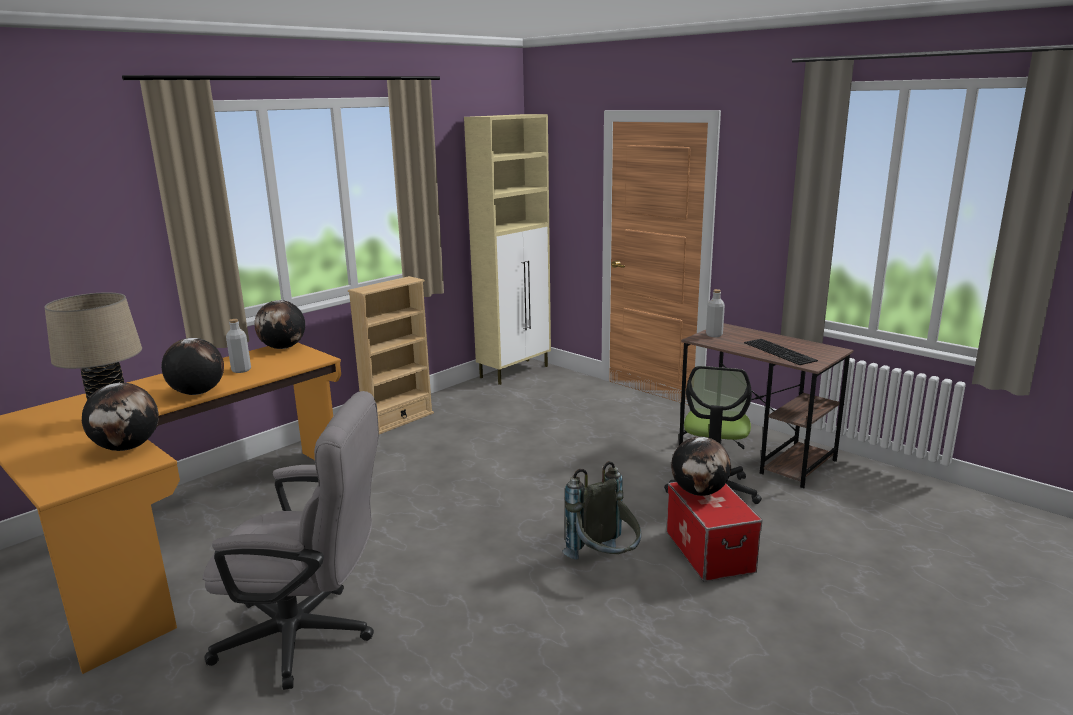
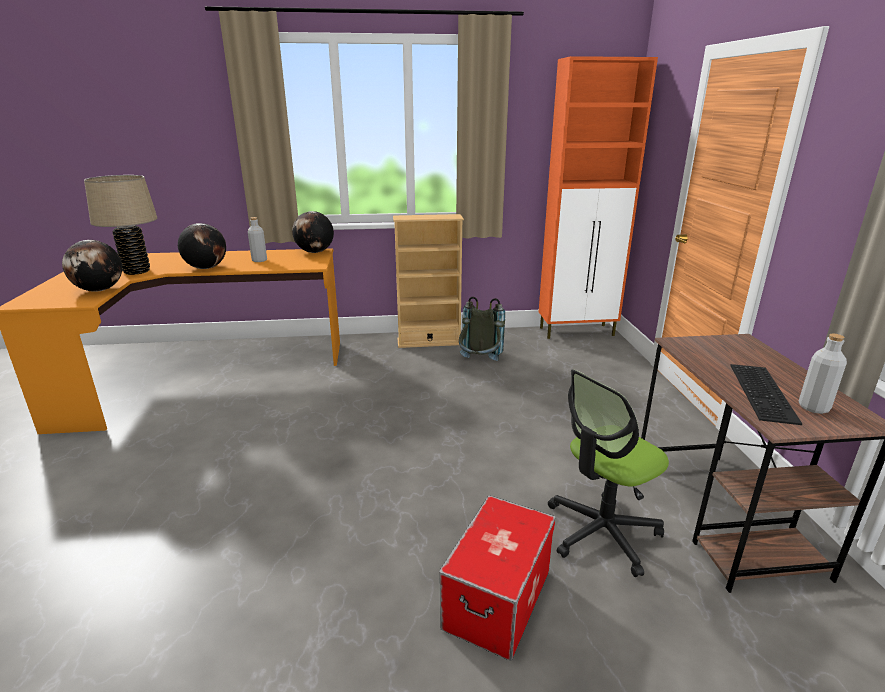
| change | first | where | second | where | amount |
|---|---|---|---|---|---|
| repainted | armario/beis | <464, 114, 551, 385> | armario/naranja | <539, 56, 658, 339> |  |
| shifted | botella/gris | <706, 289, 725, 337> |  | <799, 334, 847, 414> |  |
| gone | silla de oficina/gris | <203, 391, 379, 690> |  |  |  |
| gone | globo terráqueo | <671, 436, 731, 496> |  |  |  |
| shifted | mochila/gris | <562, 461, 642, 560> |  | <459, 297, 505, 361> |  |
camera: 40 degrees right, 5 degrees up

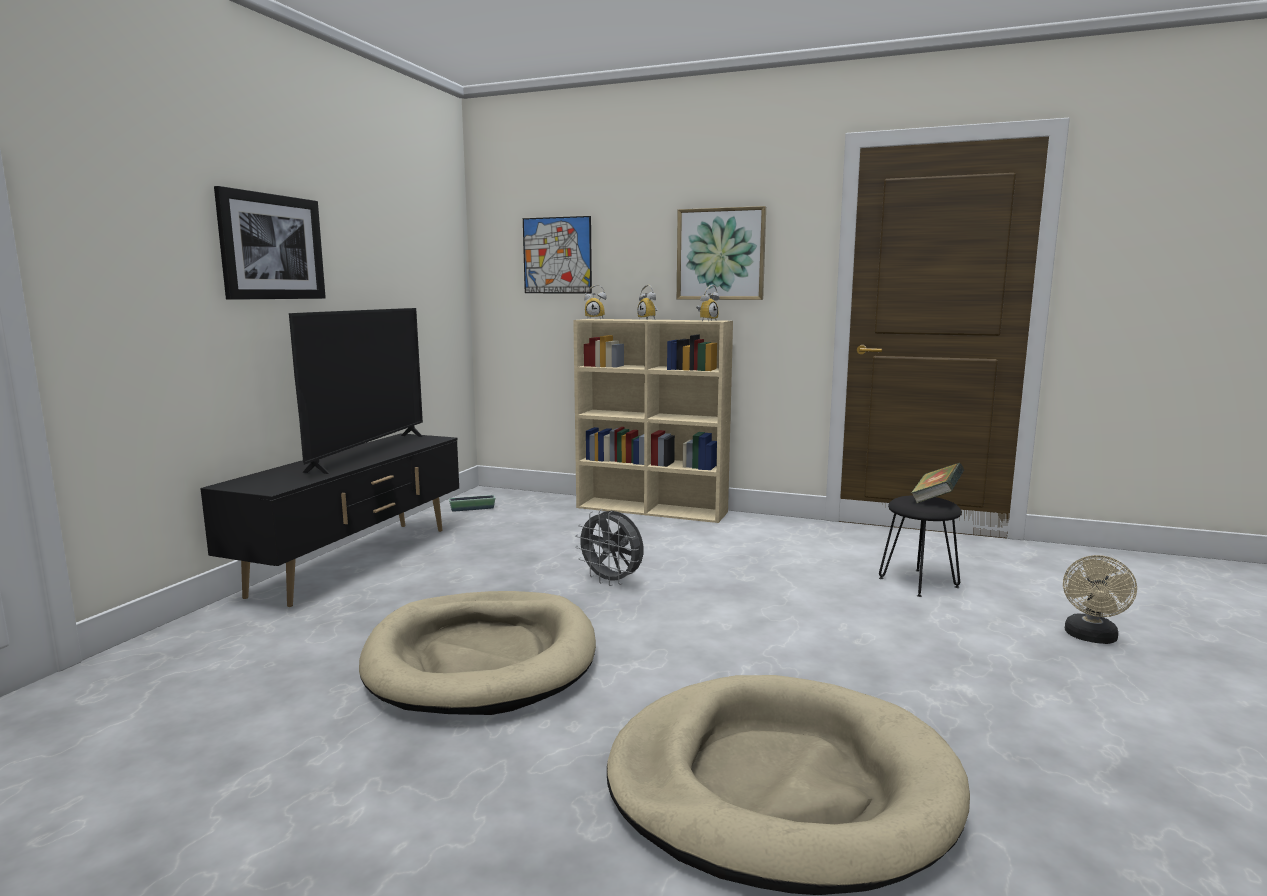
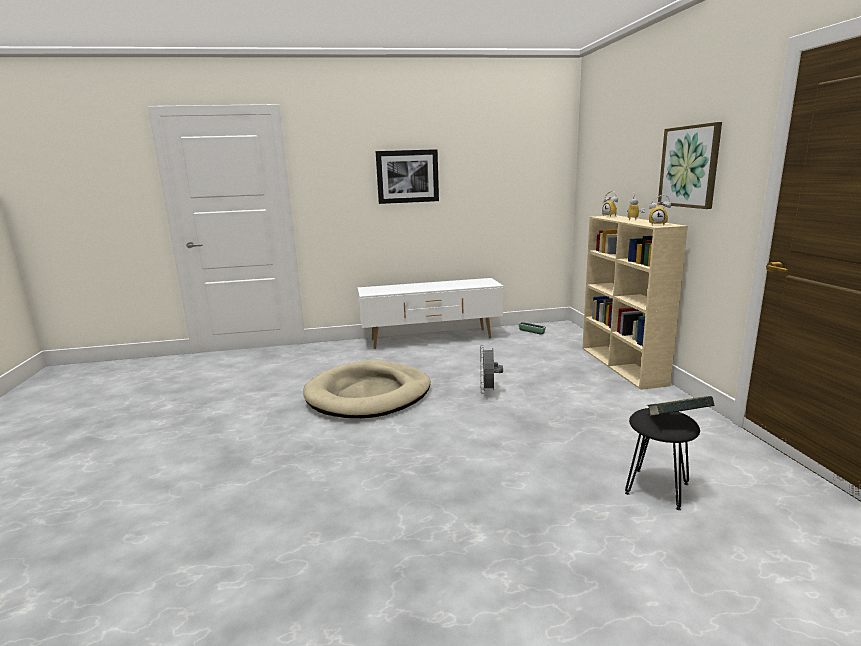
| change | first | where | second | where | amount |
|---|---|---|---|---|---|
| gone | cuadro | <523, 216, 592, 293> |  |  |  |
| gone | televisor | <289, 308, 423, 474> |  |  |  |
| repainted | mueble de televisión/negro | <200, 433, 459, 607> | mueble de televisión/blanco | <357, 278, 504, 349> |  |
| gone | ventilador/beis | <1063, 555, 1137, 644> |  |  |  |
| gone | cama para perro/beis | <607, 675, 970, 895> |  |  |  |
camera: 60 degrees right, 5 degrees up

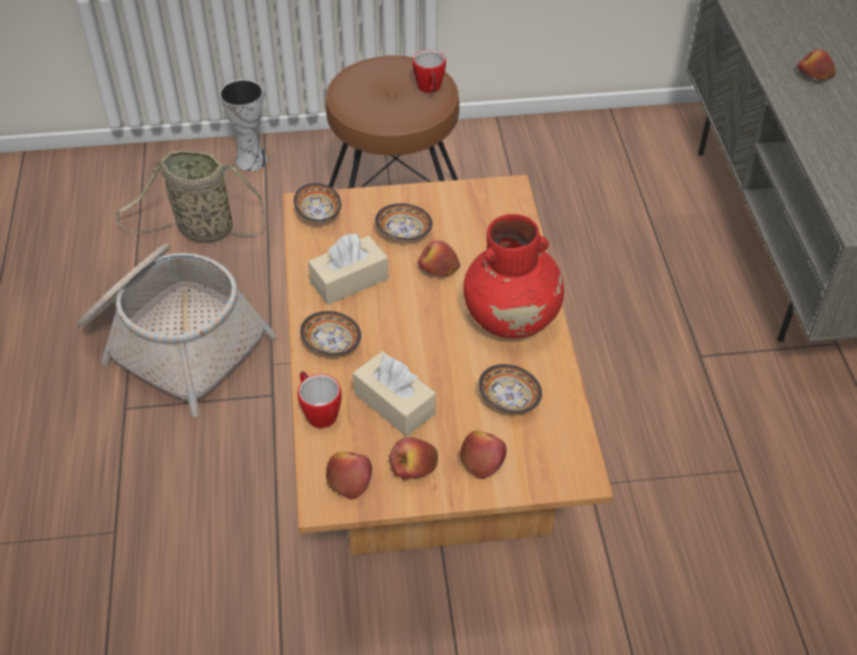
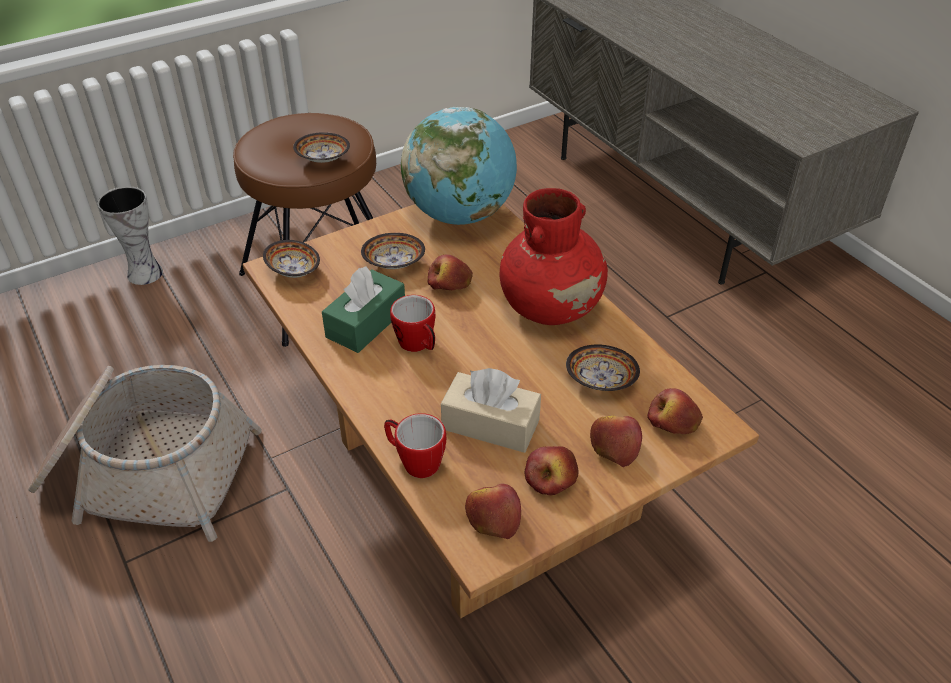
| change | first | where | second | where | amount |
|---|---|---|---|---|---|
| shifted | manzana | <798, 49, 835, 80> |  | <648, 388, 703, 434> |  |
| shifted | taza grande | <413, 50, 446, 93> |  | <390, 295, 435, 352> |  |
| gone | cesta | <115, 150, 266, 243> |  |  |  |
| repainted | caja de pañuelos/beis | <308, 233, 389, 305> | caja de pañuelos/verde | <322, 266, 405, 353> |  |
| shifted | cuenco | <300, 311, 361, 355> |  | <293, 132, 350, 163> |  |
| new |  |  | globo terráqueo | <401, 107, 517, 225> |  |
camera: 25 degrees left, 5 degrees down

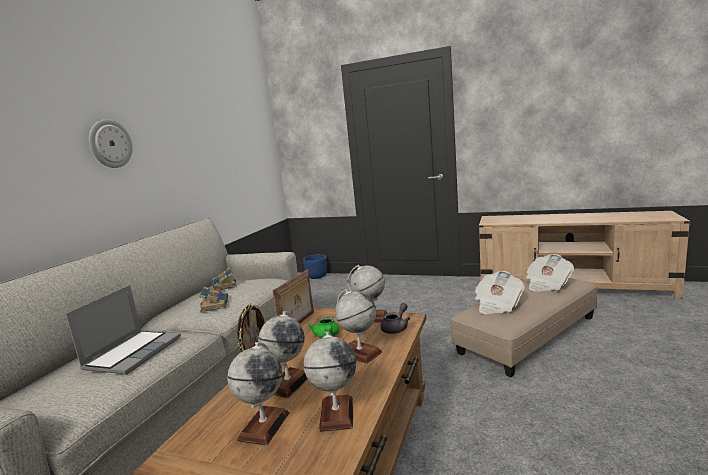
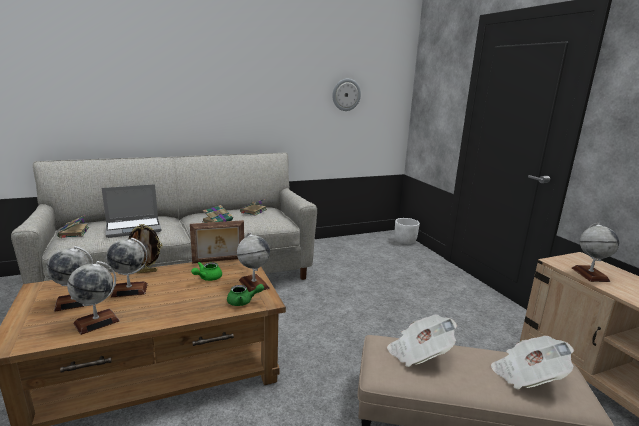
| change | first | where | second | where | amount |
|---|---|---|---|---|---|
| shifted | reloj de pared | <89, 119, 133, 168> |  | <332, 79, 361, 111> |  |
| repainted | maceta/azul | <303, 254, 327, 279> | maceta/blanco | <395, 218, 420, 244> |  |
| shifted | globo terráqueo | <335, 289, 382, 364> |  | <572, 223, 619, 282> |  |
| repainted | tetera/gris | <380, 303, 410, 334> | tetera/verde | <227, 284, 264, 306> |  |
| new |  |  | libro | <57, 215, 89, 238> |  |
camera: 45 degrees right, 5 degrees up

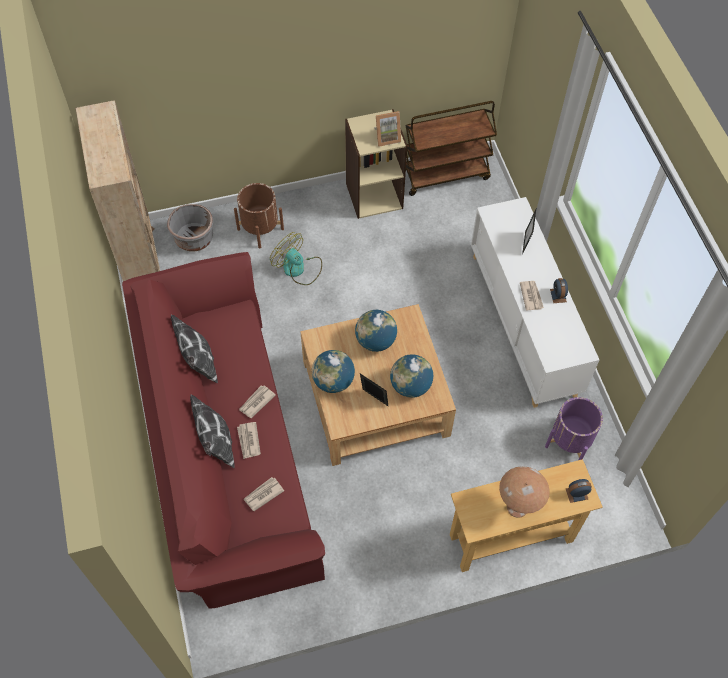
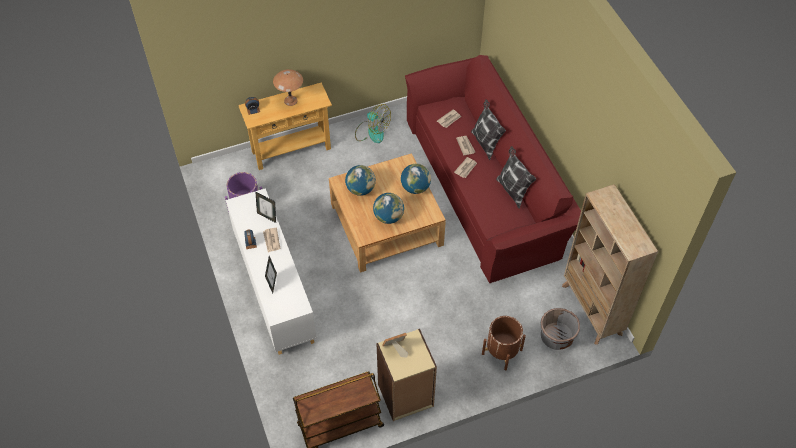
| change | first | where | second | where | amount |
|---|---|---|---|---|---|
| shifted | ventilador | <270, 232, 322, 285> |  | <355, 104, 391, 143> |  |
| shifted | portarretratos | <360, 374, 389, 407> |  | <255, 192, 276, 223> |  |
camera: 175 degrees right, 5 degrees down

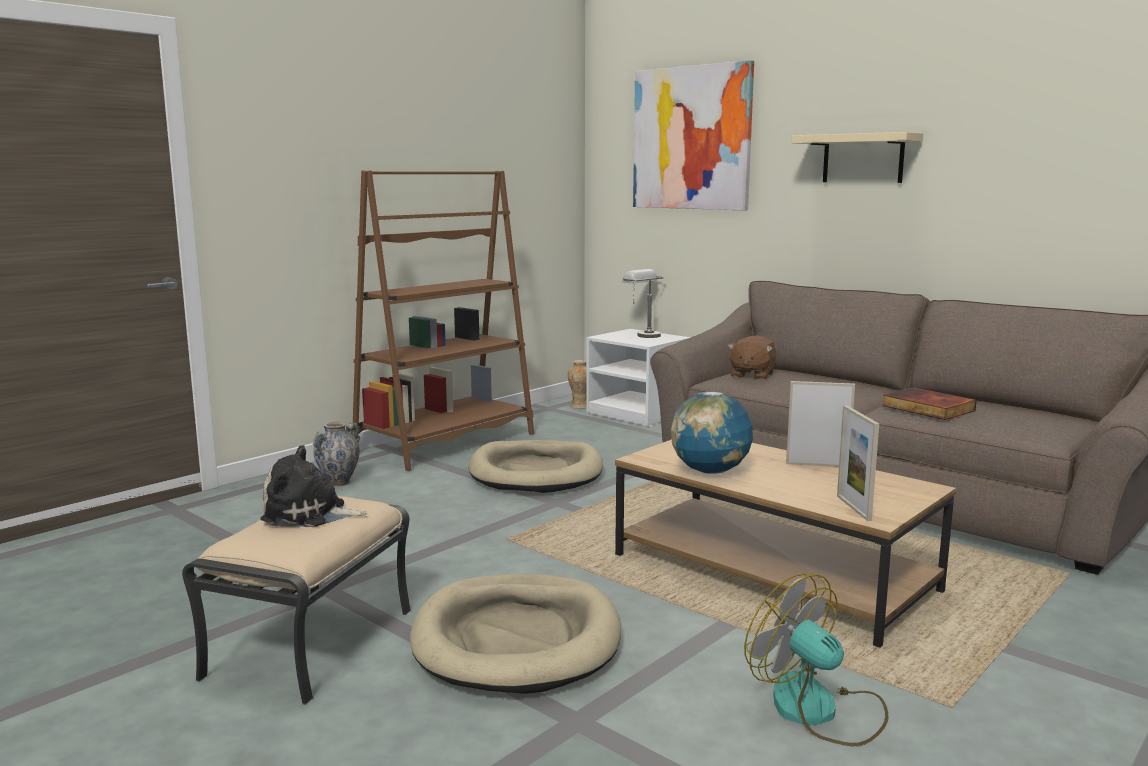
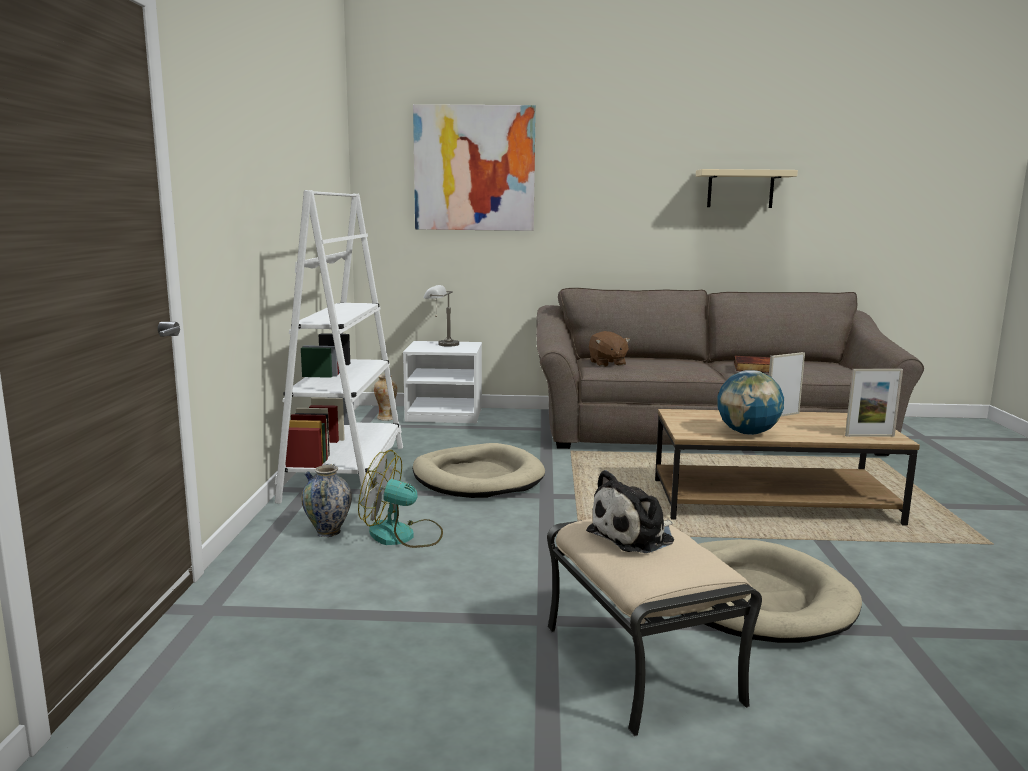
| change | first | where | second | where | amount |
|---|---|---|---|---|---|
| shifted | estante/beis | <792, 132, 923, 183> |  | <696, 169, 798, 208> |  |
| repainted | estantería/marrón | <351, 170, 534, 471> | estantería/blanco | <275, 190, 403, 504> |  |
| rotated | portarretratos | <837, 405, 879, 521> |  | <845, 369, 903, 437> | 45 degrees counterclockwise |
| shifted | ventilador | <744, 574, 888, 746> |  | <358, 450, 443, 548> |  |
camera: 40 degrees left, 0 degrees up

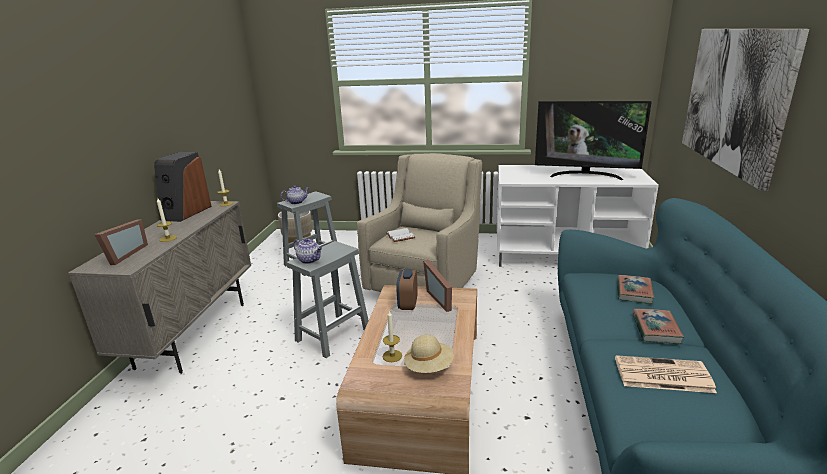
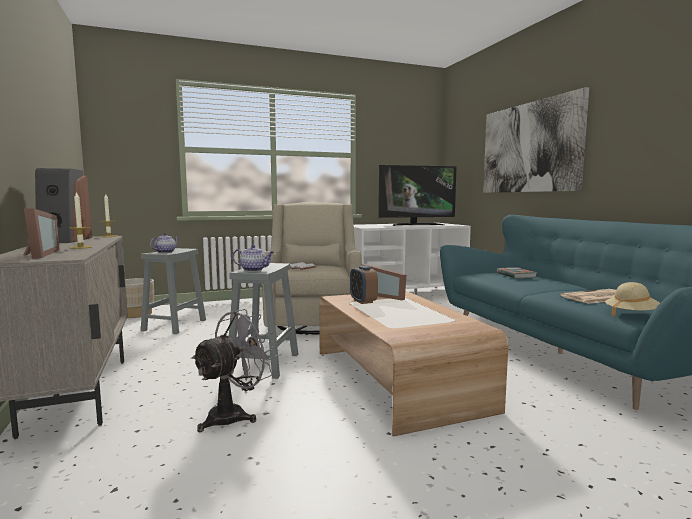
| change | first | where | second | where | amount |
|---|---|---|---|---|---|
| gone | libro | <632, 309, 684, 344> |  |  |  |
| gone | vela | <383, 311, 402, 362> |  |  |  |
| shifted | sombrero/beis | <404, 335, 454, 373> |  | <605, 282, 660, 317> |  |
| new |  |  | ventilador/gris | <191, 309, 278, 432> |  |
camera: 30 degrees left, 15 degrees down

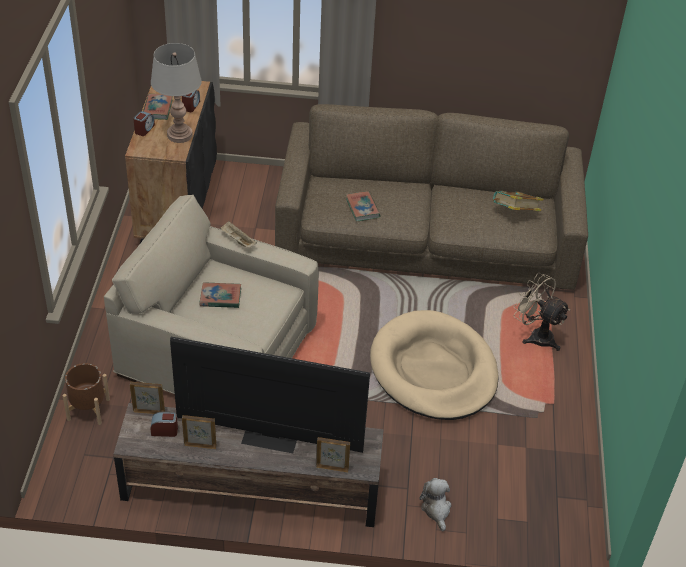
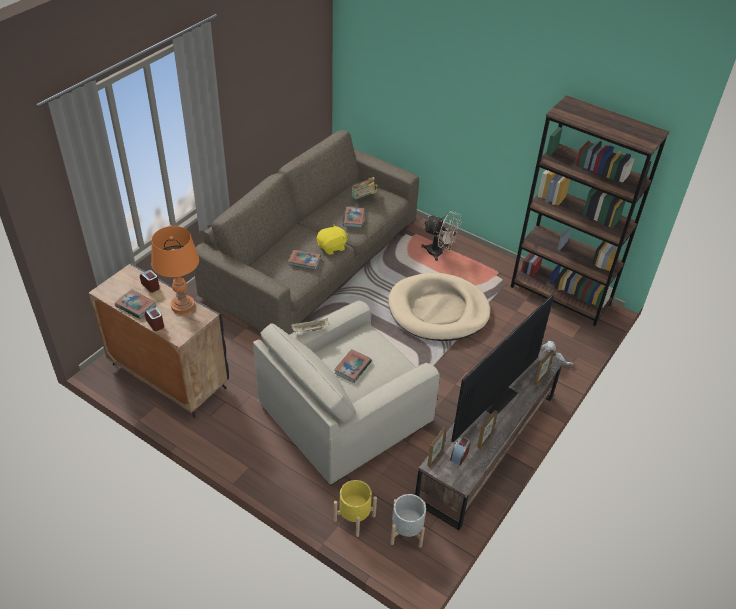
| change | first | where | second | where | amount |
|---|---|---|---|---|---|
| repainted | lámpara de mesa/gris | <151, 43, 202, 143> | lámpara de mesa/naranja | <151, 226, 199, 314> |  |
| rotated | ventilador/beis | <513, 273, 570, 351> |  | <421, 211, 462, 261> | 135 degrees counterclockwise |
| repainted | maceta/marrón | <62, 363, 110, 425> | maceta/amarillo | <334, 480, 377, 537> |  |
| new |  |  | estantería/marrón | <511, 95, 670, 326> |  |
| new |  |  | libro | <343, 207, 365, 228> |  |
| new |  |  | peluche/amarillo | <317, 224, 348, 255> |  |
| new |  |  | maceta/gris | <390, 494, 426, 548> |  |
camera: 60 degrees left, 0 degrees up

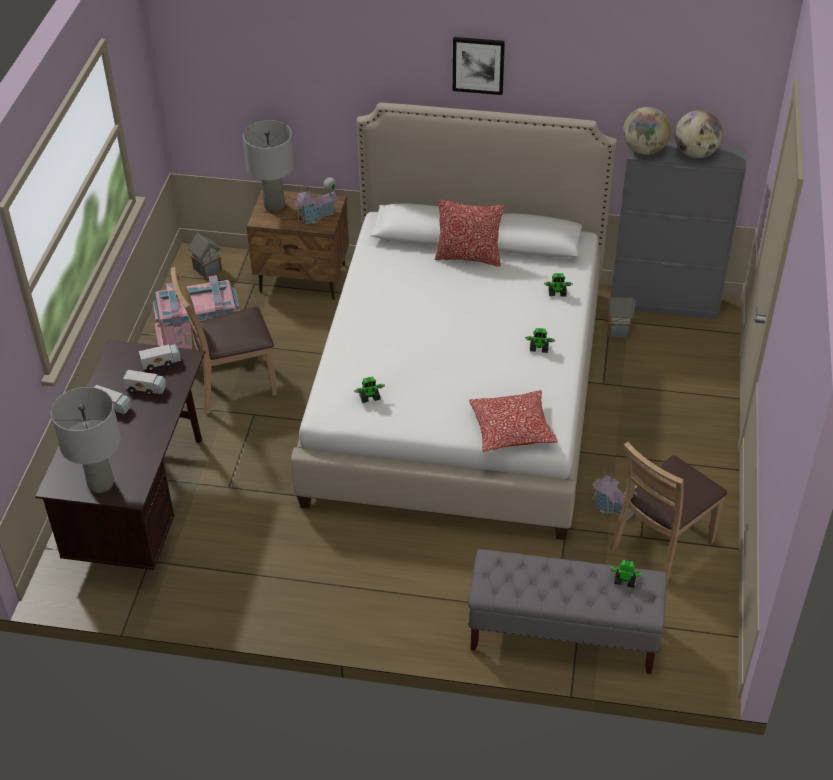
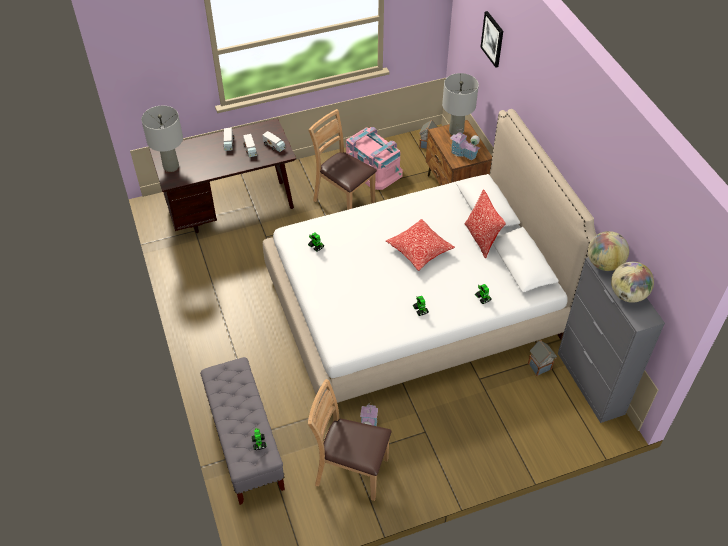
| change | first | where | second | where | amount |
|---|---|---|---|---|---|
| shifted | cuadro | <453, 37, 505, 95> |  | <480, 11, 503, 68> |  |
| shifted | cojín | <469, 390, 558, 452> |  | <386, 219, 455, 271> |  |
camera: 60 degrees right, 5 degrees up

